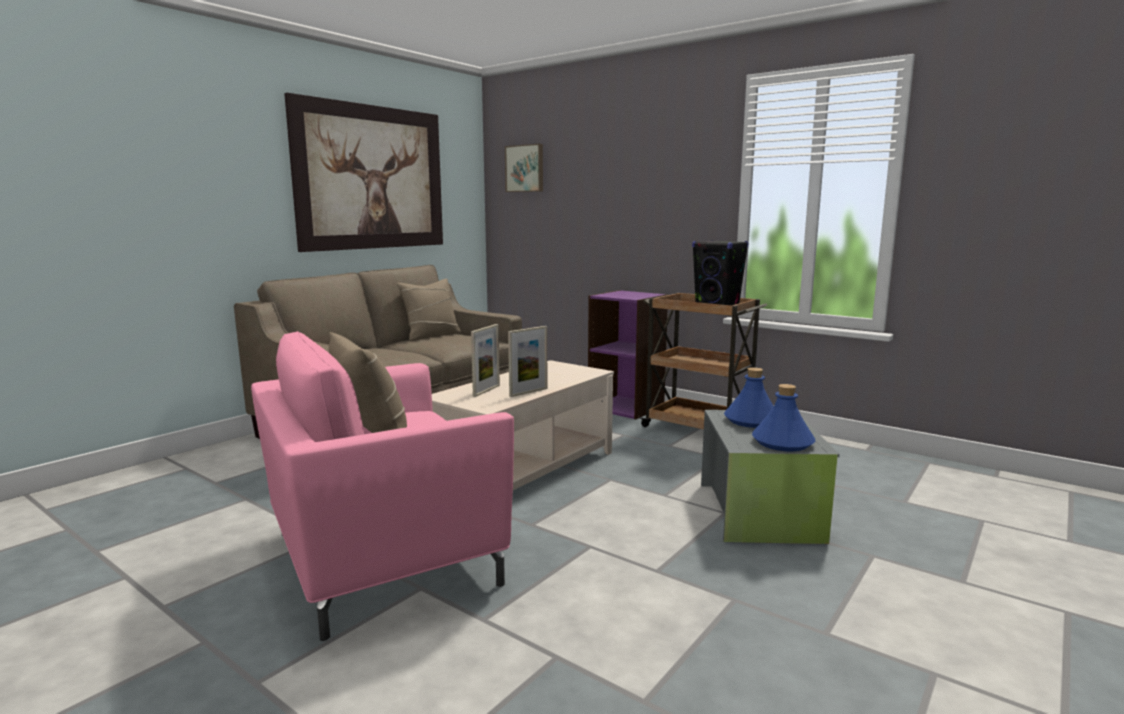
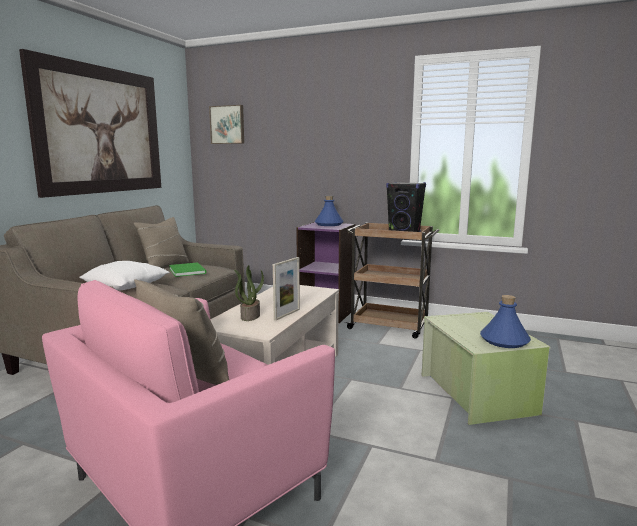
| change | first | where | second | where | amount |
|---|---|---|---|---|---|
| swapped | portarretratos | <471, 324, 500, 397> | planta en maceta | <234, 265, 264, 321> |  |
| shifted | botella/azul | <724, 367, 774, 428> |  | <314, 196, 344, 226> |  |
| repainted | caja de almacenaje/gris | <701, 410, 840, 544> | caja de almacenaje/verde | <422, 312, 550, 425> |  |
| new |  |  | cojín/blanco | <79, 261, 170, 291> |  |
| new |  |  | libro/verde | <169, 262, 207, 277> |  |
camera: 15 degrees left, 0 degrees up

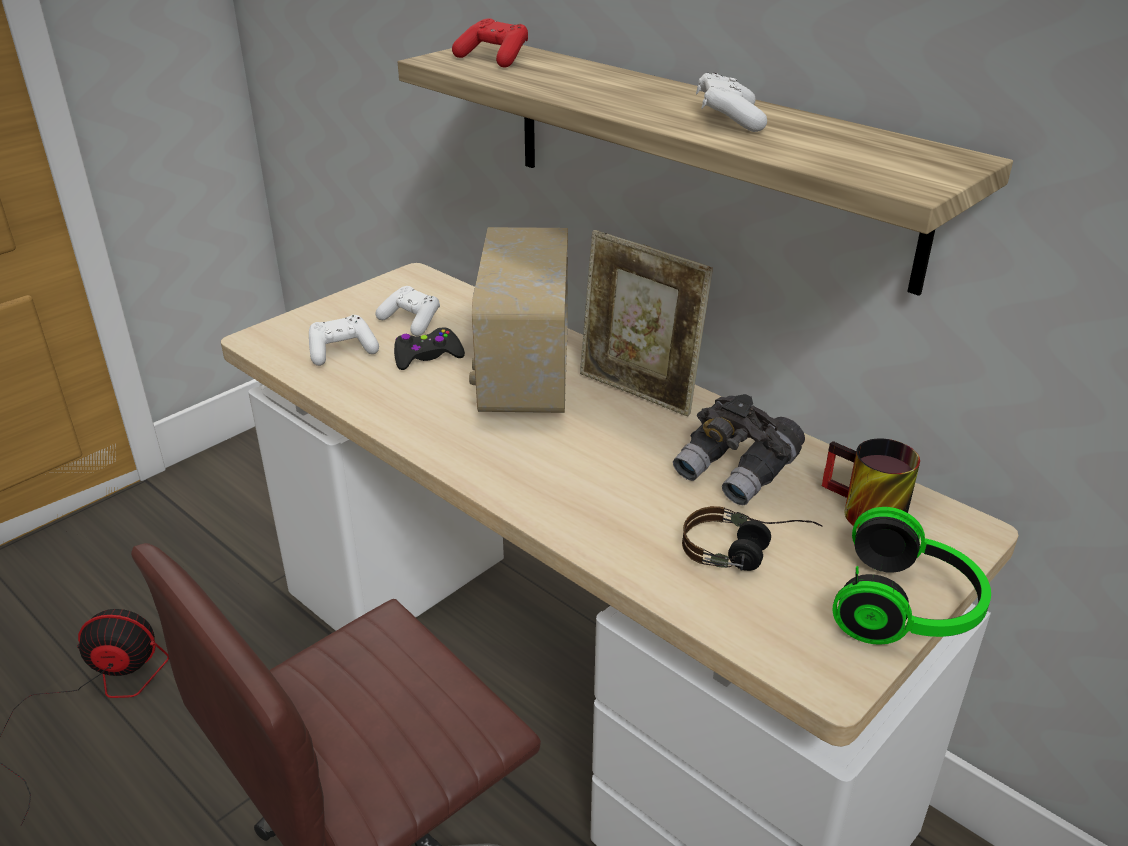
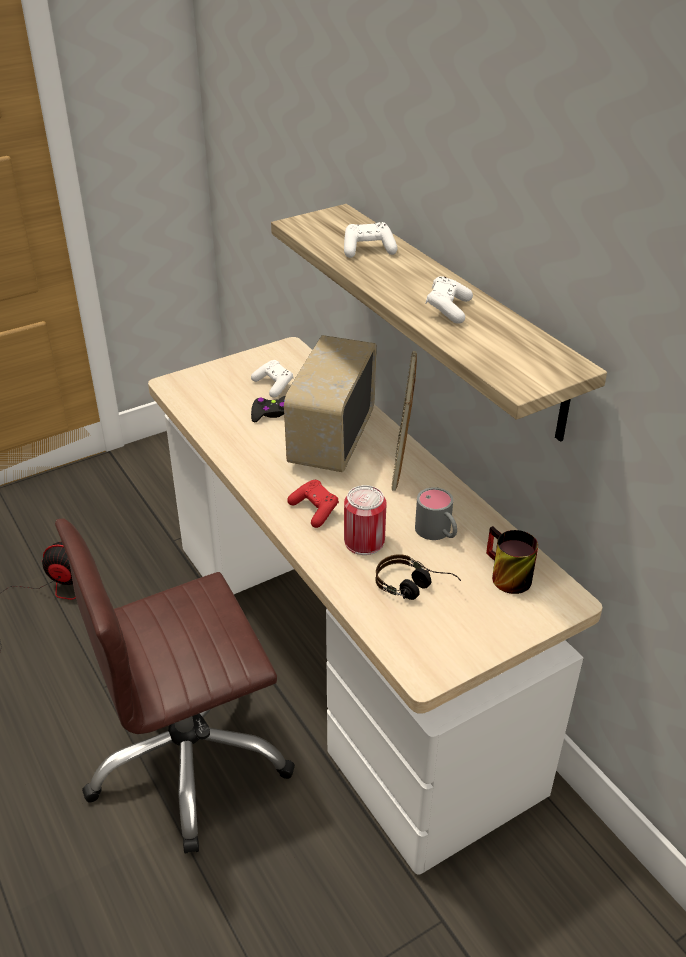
| change | first | where | second | where | amount |
|---|---|---|---|---|---|
| shifted | mando de consola/rojo | <452, 18, 528, 68> |  | <287, 480, 339, 528> |  |
| rotated | portarretratos | <580, 230, 713, 416> |  | <391, 351, 417, 491> | 45 degrees clockwise |
| shifted | mando de consola/blanco | <309, 315, 379, 366> |  | <344, 222, 398, 258> |  |
| swapped | prismáticos/gris | <673, 394, 805, 505> | taza grande/gris | <415, 487, 457, 540> |  |
| gone | auriculares | <833, 507, 991, 645> |  |  |  |
| new |  |  | lata | <344, 485, 386, 555> |  |
camera: 15 degrees right, 5 degrees up

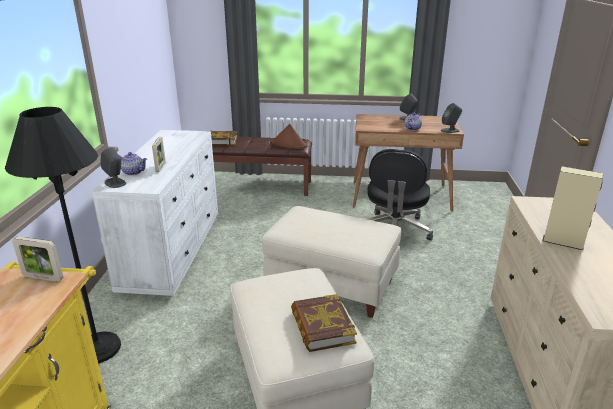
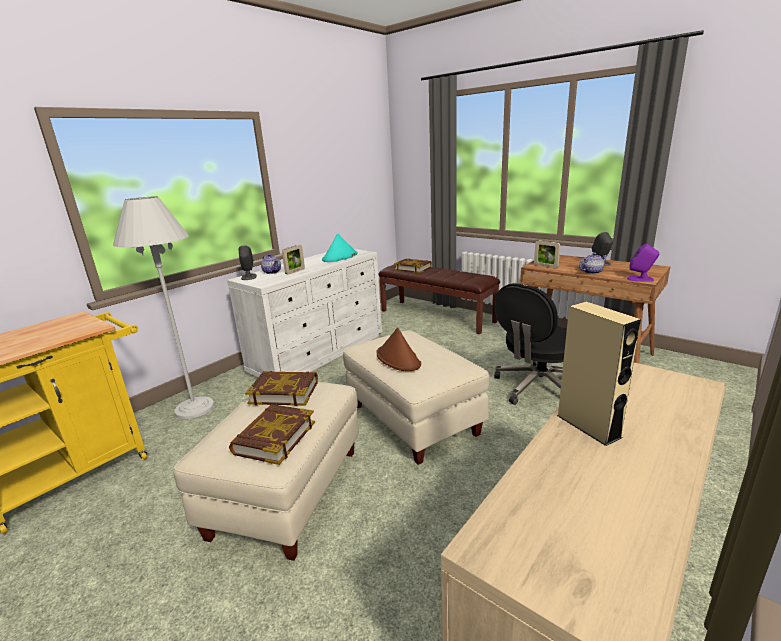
| change | first | where | second | where | amount |
|---|---|---|---|---|---|
| repainted | altavoz/gris | <441, 103, 462, 133> | altavoz/morado | <627, 244, 659, 282> |  |
| repainted | lámpara de pie/negro | <5, 107, 121, 364> | lámpara de pie/blanco | <113, 197, 214, 419> |  |
| shifted | sombrero/marrón | <271, 124, 307, 149> |  | <376, 328, 421, 371> |  |
| shifted | portarretratos | <12, 236, 63, 282> |  | <534, 240, 560, 269> |  |
| new |  |  | sombrero/turquesa | <322, 233, 358, 262> |  |
| new |  |  | libro | <245, 371, 318, 406> |  |
camera: 35 degrees right, 5 degrees down

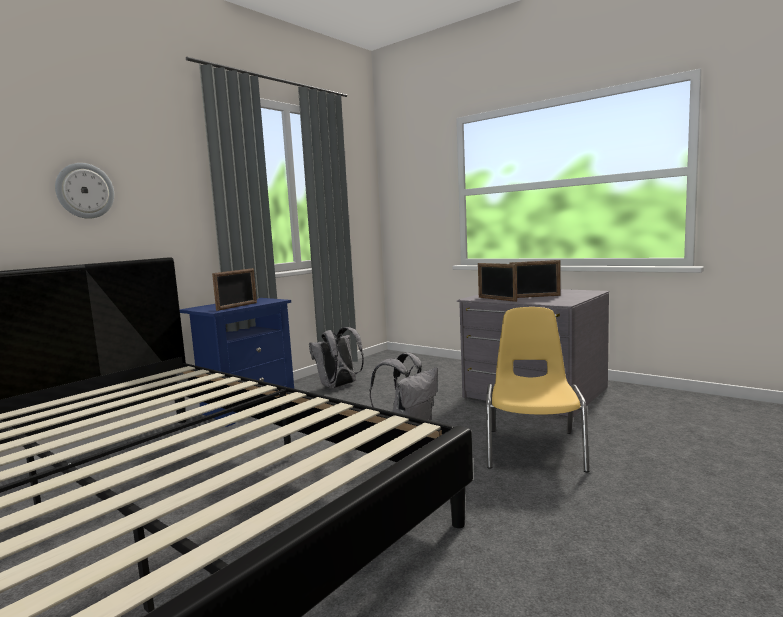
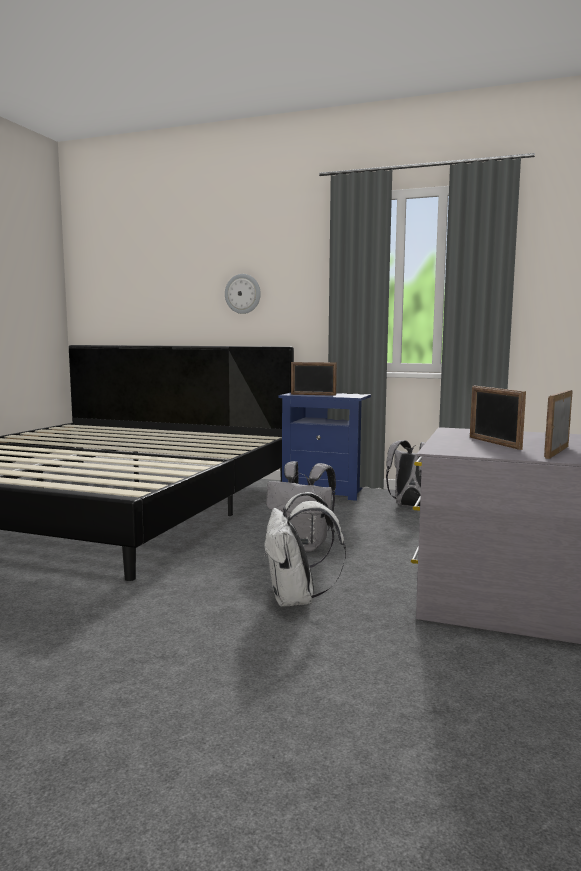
| change | first | where | second | where | amount |
|---|---|---|---|---|---|
| shifted | portarretratos | <478, 263, 517, 302> |  | <544, 390, 573, 459> |  |
| swapped | silla/amarillo | <486, 307, 589, 472> | mochila/blanco | <264, 492, 346, 607> |  |
camera: 70 degrees right, 0 degrees up

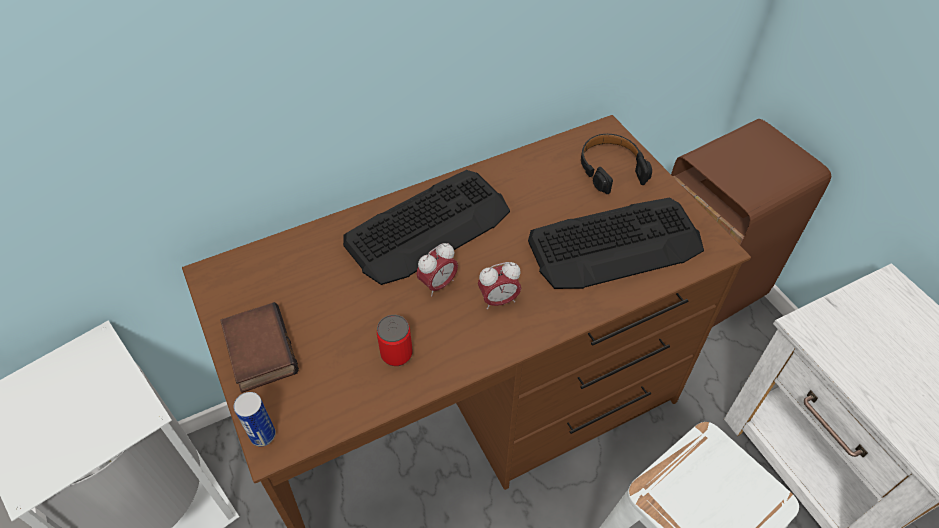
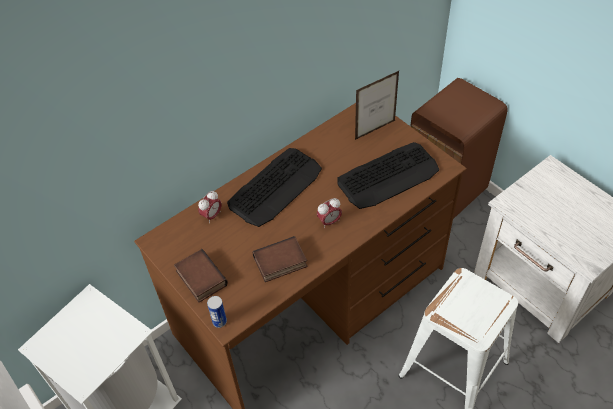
| change | first | where | second | where | amount |
|---|---|---|---|---|---|
| swapped | auriculares/negro | <581, 134, 652, 194> | portarretratos | <355, 71, 399, 140> |  |
| shifted | despertador | <416, 243, 458, 296> |  | <198, 190, 222, 223> |  |
| swapped | lata | <377, 315, 412, 366> | libro | <253, 236, 308, 282> |  |
camera: 10 degrees left, 0 degrees up

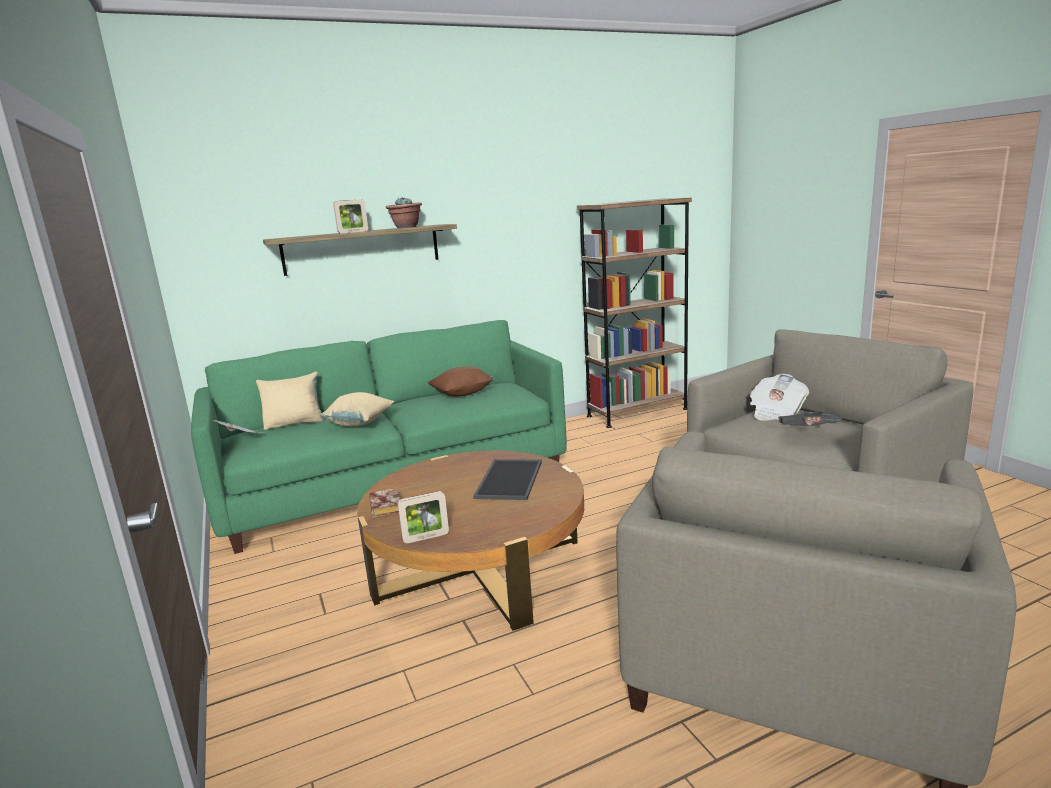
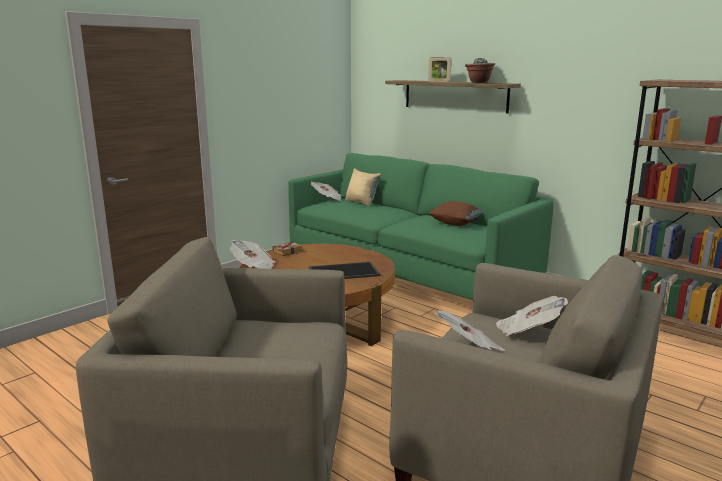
| change | first | where | second | where | amount |
|---|---|---|---|---|---|
| gone | cojín/beis | <320, 392, 395, 426> |  |  |  |
| swapped | portarretratos | <398, 491, 449, 543> | periódico | <230, 240, 275, 269> |  |
camera: 65 degrees right, 0 degrees up

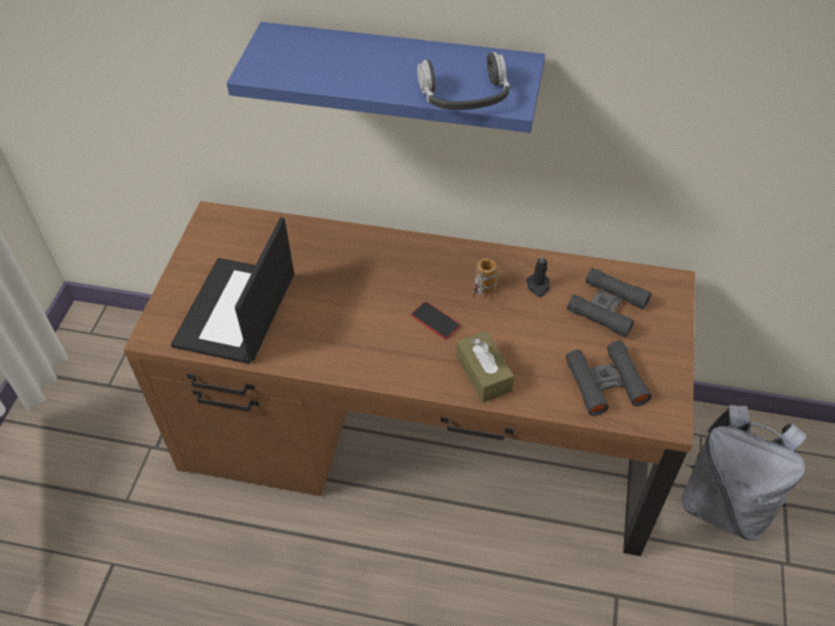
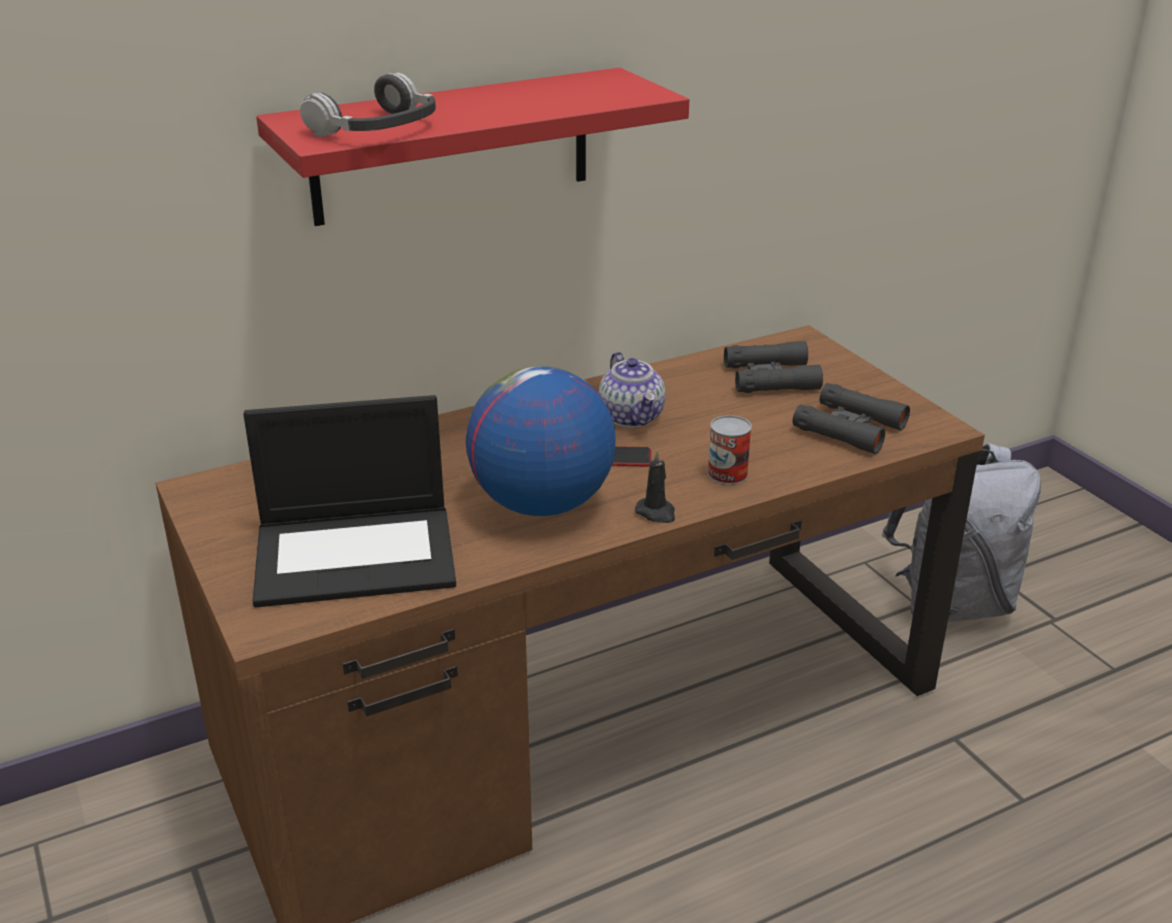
| change | first | where | second | where | amount |
|---|---|---|---|---|---|
| repainted | estante/azul | <227, 22, 545, 133> | estante/rojo | <256, 68, 689, 226> |  |
| shifted | auriculares | <417, 52, 510, 110> |  | <300, 73, 436, 137> |  |
| rotated | portátil | <171, 217, 294, 364> |  | <243, 395, 456, 608> | 75 degrees counterclockwise |
| shifted | vela/negro | <526, 254, 550, 297> |  | <635, 449, 675, 523> |  |
| swapped | taza grande | <473, 258, 497, 297> | tetera | <599, 352, 666, 427> |  |
| swapped | caja de pañuelos/marrón | <456, 331, 514, 403> | lata | <708, 415, 752, 485> |  |
| new |  |  | globo terráqueo | <466, 366, 616, 516> |  |
camera: 40 degrees left, 20 degrees down

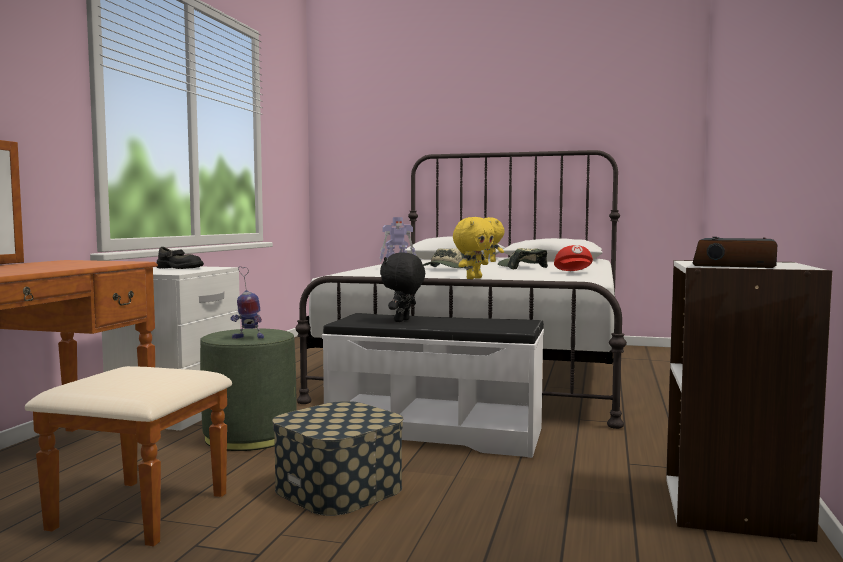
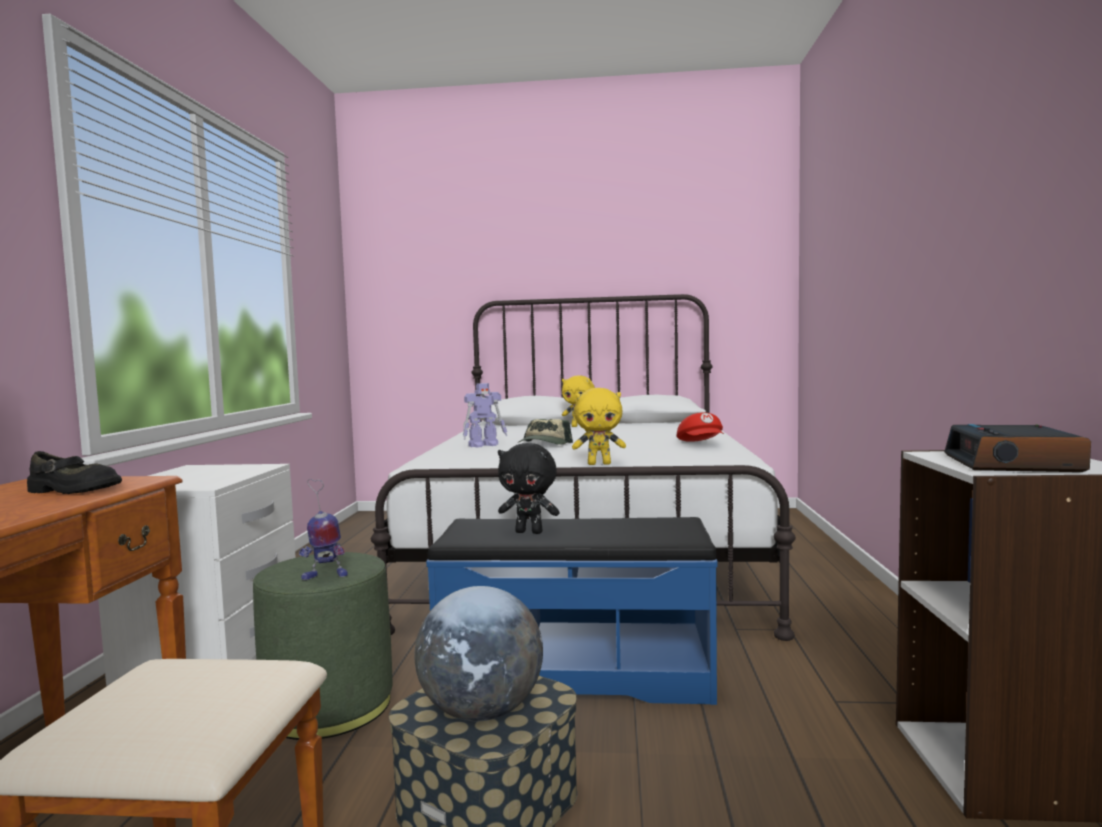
| change | first | where | second | where | amount |
|---|---|---|---|---|---|
| rotated | peluche/amarillo | <453, 217, 495, 279> |  | <572, 388, 626, 465> | 60 degrees clockwise |
| shifted | zapato/negro | <157, 247, 204, 269> |  | <27, 451, 122, 494> |  |
| gone | gorra | <498, 248, 548, 269> |  |  |  |
| rotated | peluche/negro | <380, 252, 425, 322> |  | <498, 443, 560, 534> | 90 degrees counterclockwise |
| repainted | banco/blanco | <322, 313, 544, 458> | banco/azul | <426, 517, 718, 705> |  |
| new |  |  | globo terráqueo | <414, 586, 543, 721> |  |
camera: 10 degrees left, 0 degrees up

